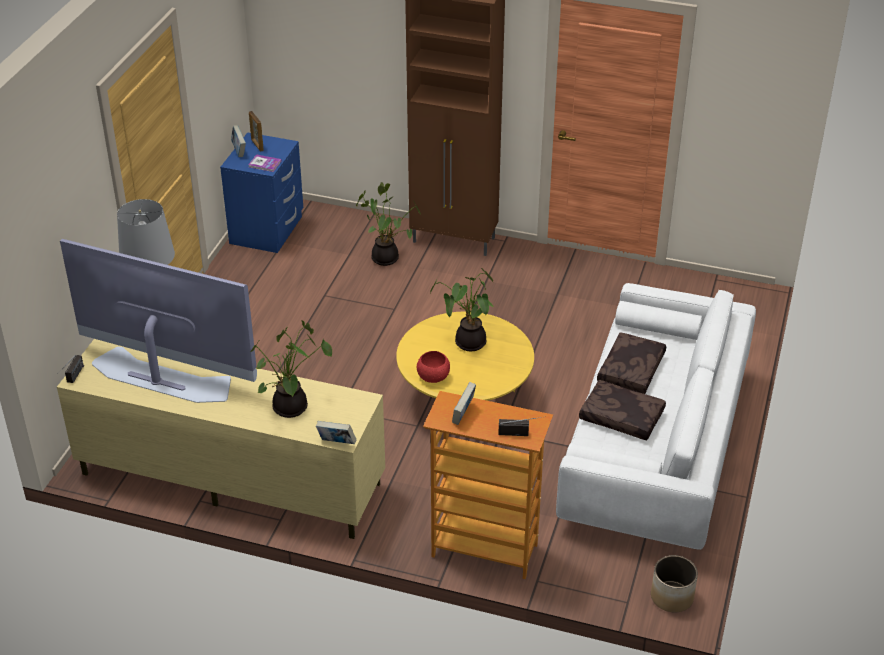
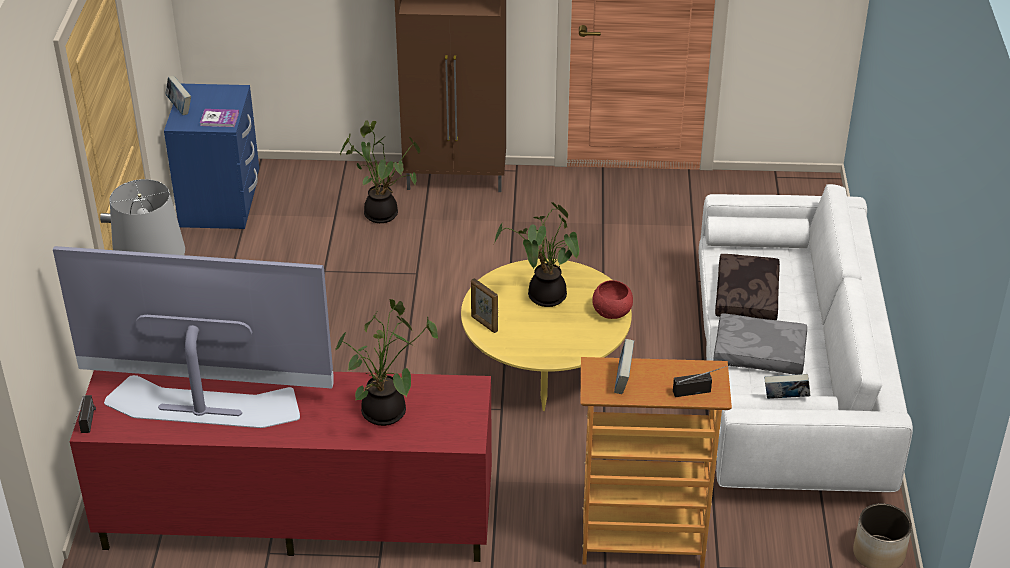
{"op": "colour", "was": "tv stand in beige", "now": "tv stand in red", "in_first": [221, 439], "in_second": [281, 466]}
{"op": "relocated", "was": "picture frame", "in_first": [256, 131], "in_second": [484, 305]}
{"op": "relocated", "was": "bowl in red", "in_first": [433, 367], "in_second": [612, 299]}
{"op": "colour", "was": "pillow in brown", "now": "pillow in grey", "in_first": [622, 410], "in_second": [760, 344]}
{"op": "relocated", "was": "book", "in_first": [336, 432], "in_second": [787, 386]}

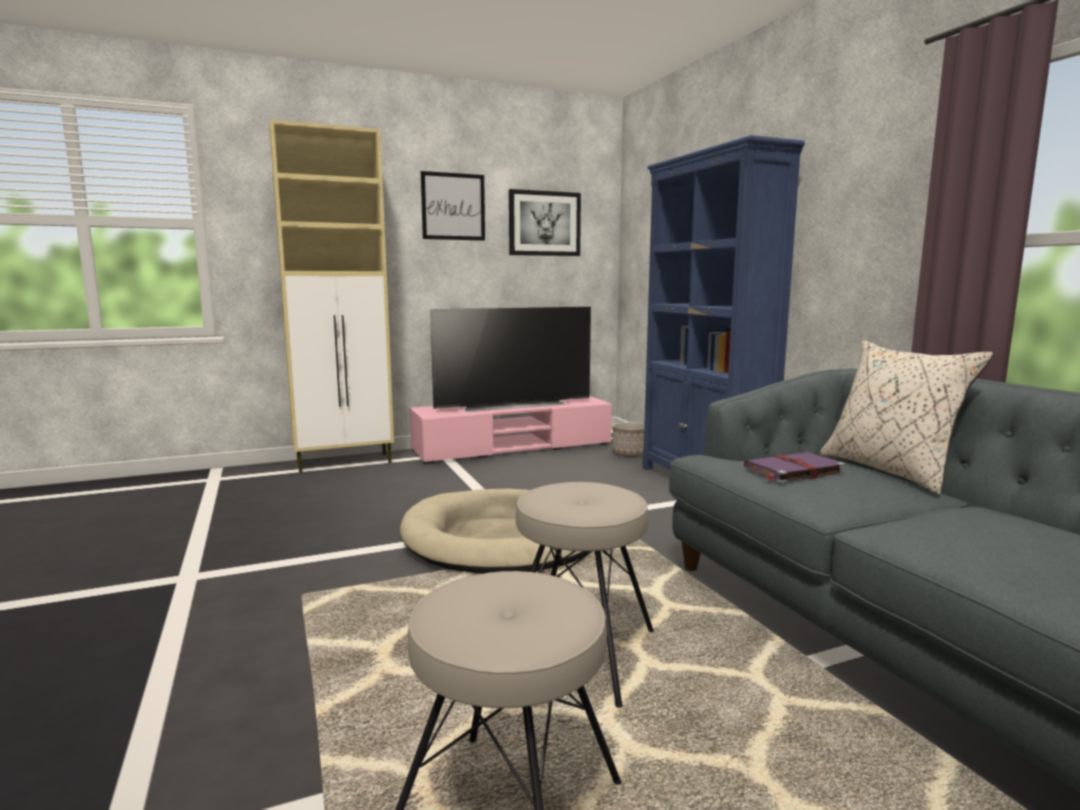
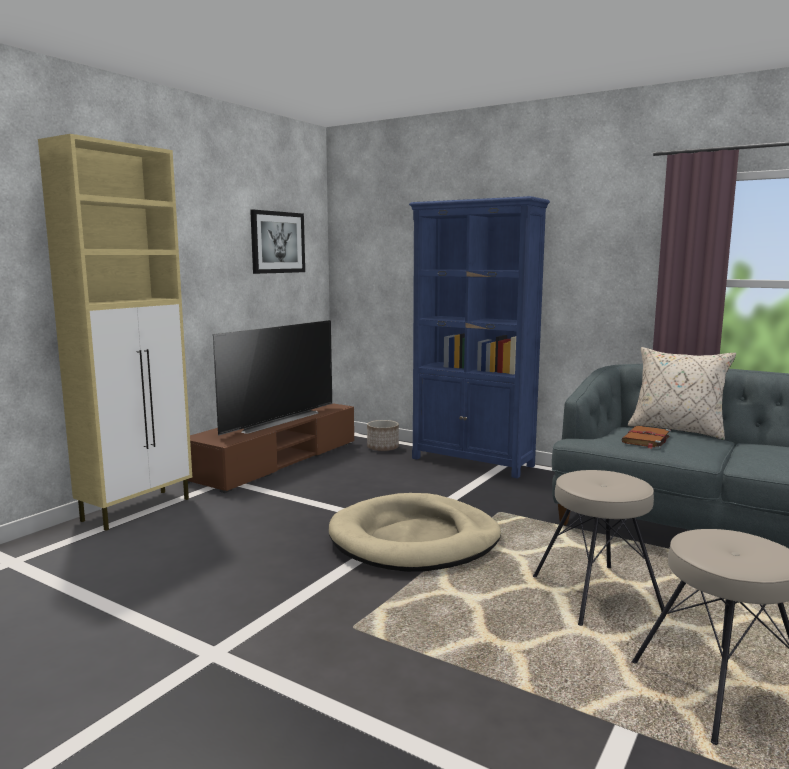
{"op": "colour", "was": "tv stand in pink", "now": "tv stand in brown", "in_first": [511, 430], "in_second": [271, 448]}
{"op": "colour", "was": "book in purple", "now": "book in brown", "in_first": [794, 467], "in_second": [646, 437]}
{"op": "missing", "was": "picture", "in_first": [453, 206]}

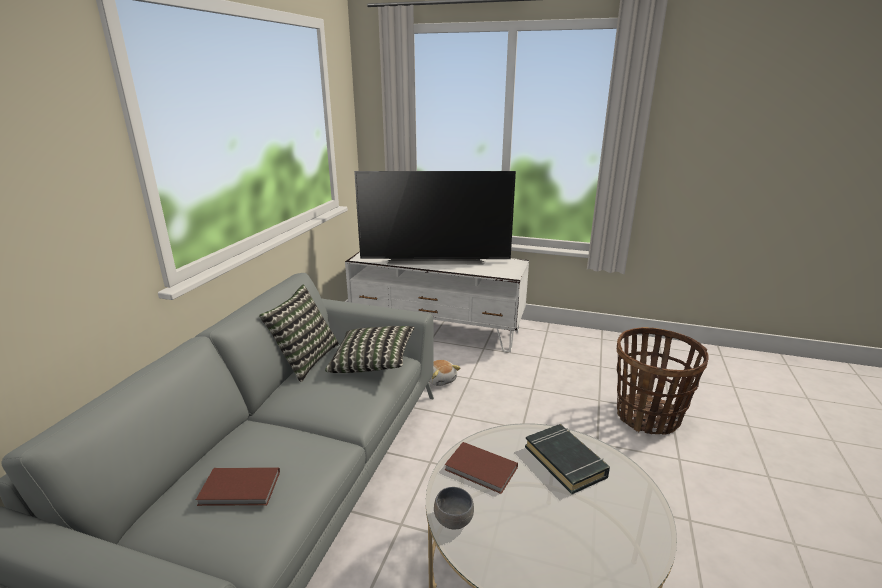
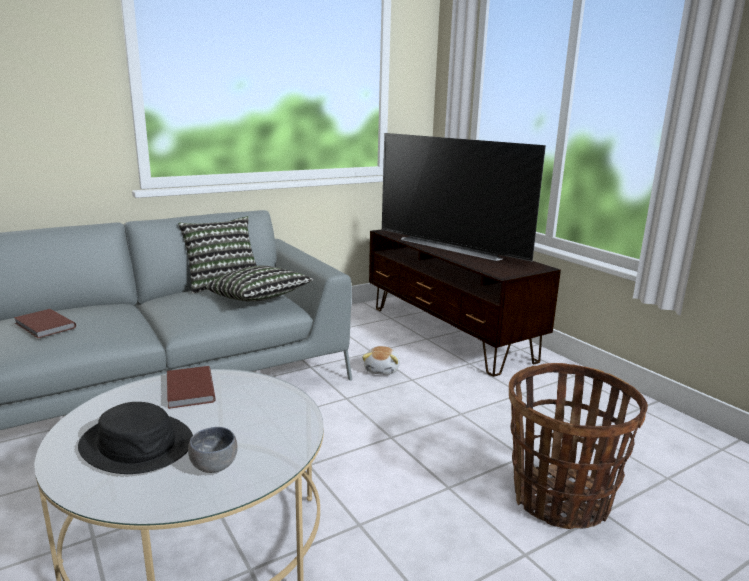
{"op": "appeared", "now": "hat in black", "in_second": [135, 438]}
{"op": "relocated", "was": "bowl in grey", "in_first": [454, 508], "in_second": [213, 450]}
{"op": "colour", "was": "tv stand in white", "now": "tv stand in brown", "in_first": [437, 302], "in_second": [465, 303]}
{"op": "missing", "was": "book in black", "in_first": [567, 459]}

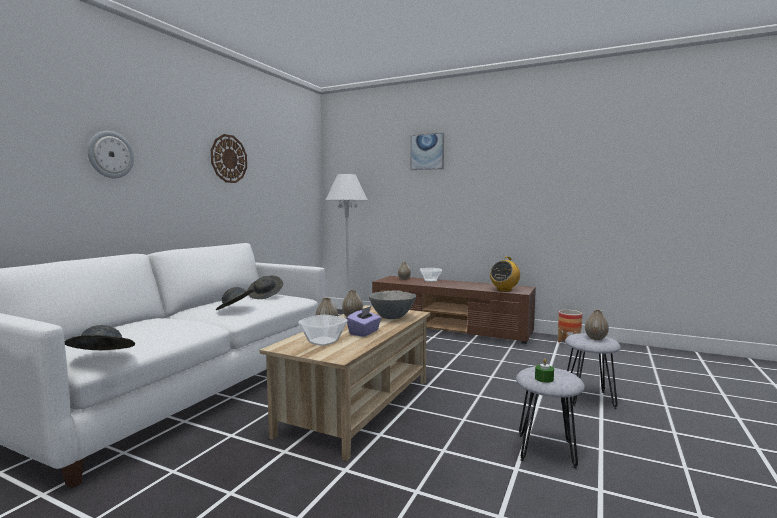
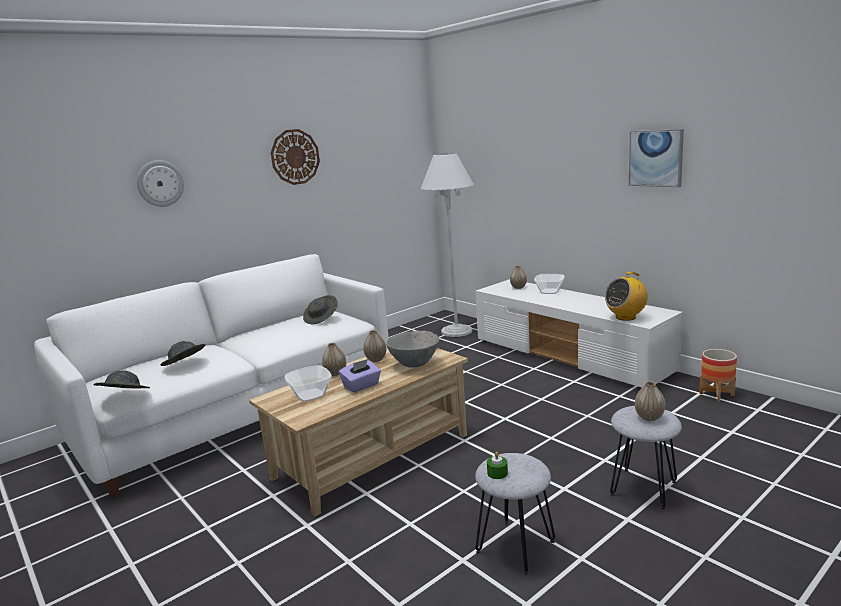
{"op": "relocated", "was": "hat in grey", "in_first": [235, 298], "in_second": [183, 353]}
{"op": "colour", "was": "tv stand in brown", "now": "tv stand in white", "in_first": [454, 310], "in_second": [579, 333]}
{"op": "relocated", "was": "picture", "in_first": [427, 151], "in_second": [656, 158]}

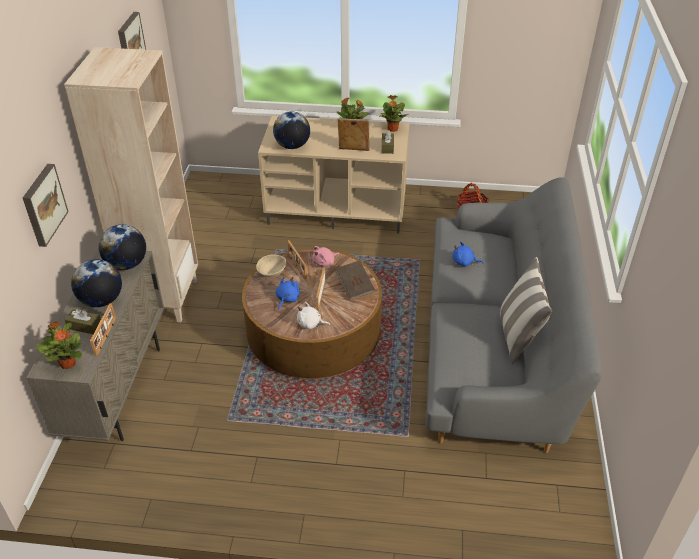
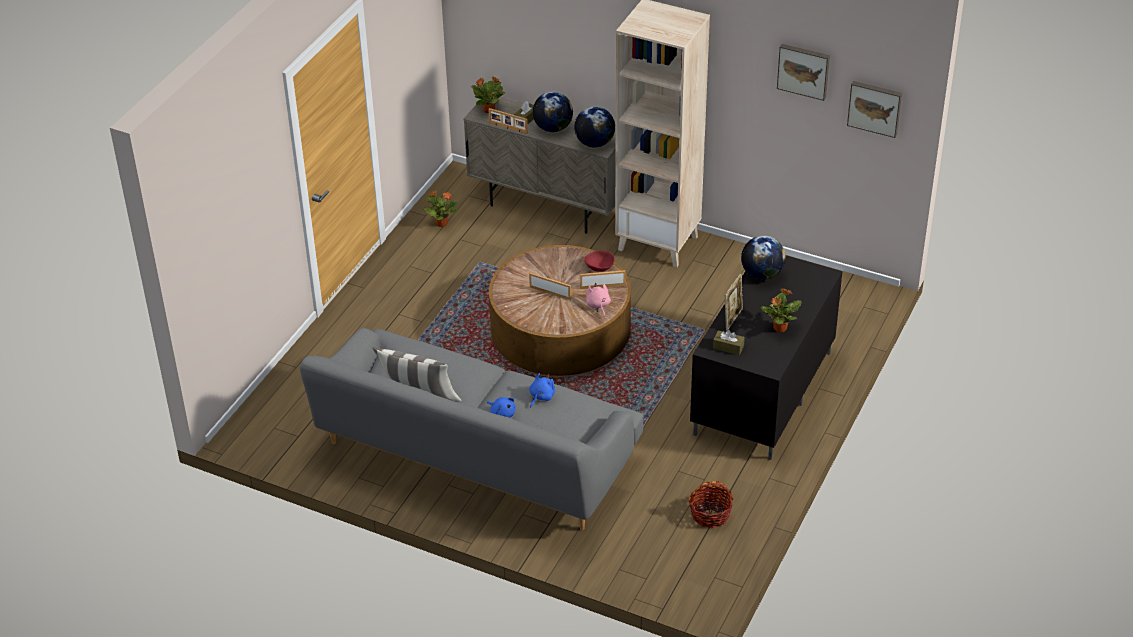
{"op": "relocated", "was": "potted plant", "in_first": [394, 113], "in_second": [440, 208]}
{"op": "relocated", "was": "plush toy in blue", "in_first": [287, 293], "in_second": [501, 407]}
{"op": "colour", "was": "bowl in beige", "now": "bowl in red", "in_first": [271, 266], "in_second": [600, 261]}
{"op": "colour", "was": "tv stand in beige", "now": "tv stand in black", "in_first": [333, 175], "in_second": [766, 357]}
{"op": "relocated", "was": "picture", "in_first": [46, 205], "in_second": [874, 109]}
{"op": "missing", "was": "plush toy in white", "in_first": [314, 315]}
{"op": "missing", "was": "book in brown", "in_first": [355, 280]}

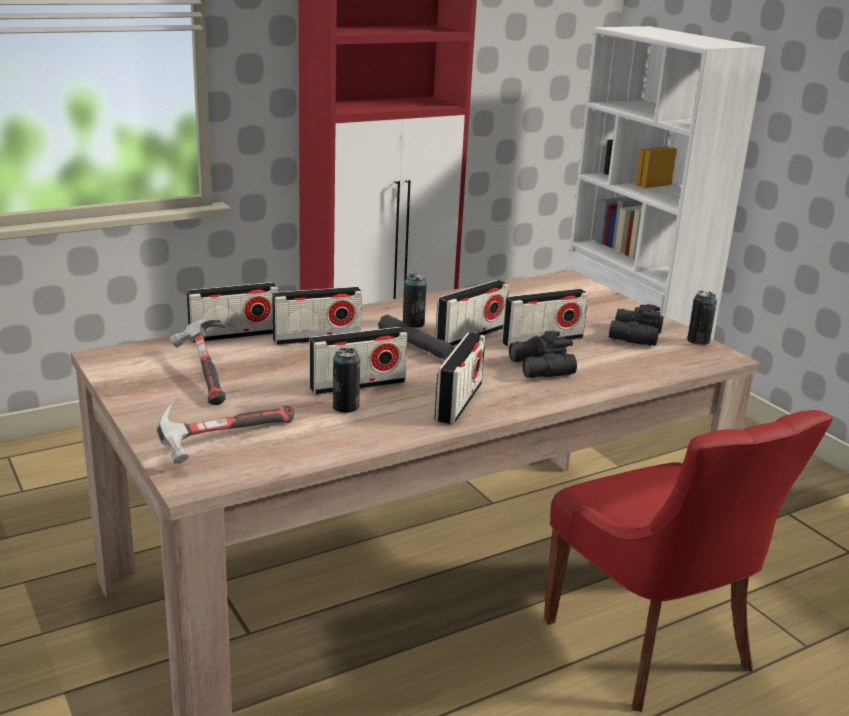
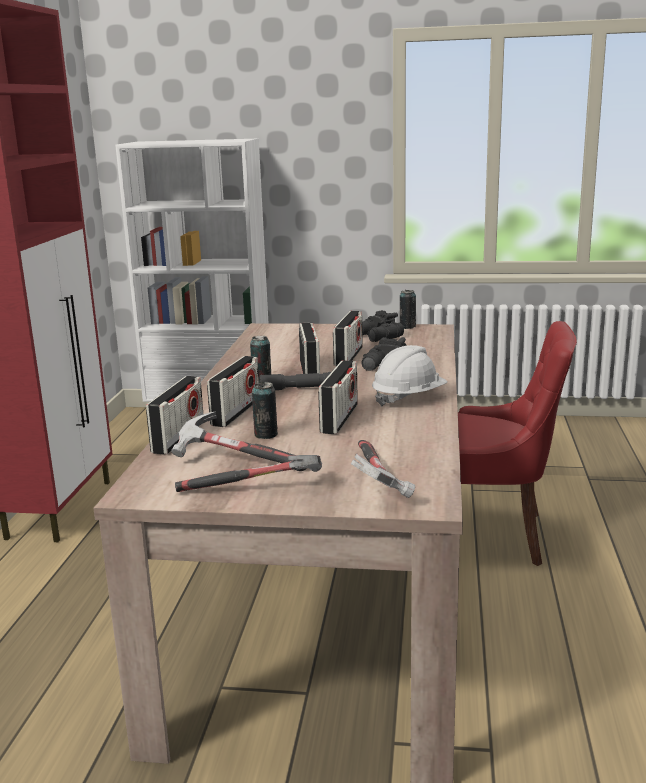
{"op": "appeared", "now": "hammer", "in_second": [248, 473]}
{"op": "relocated", "was": "can", "in_first": [346, 380], "in_second": [265, 410]}
{"op": "exchanged", "was": "radio", "now": "hard hat in white", "in_first": [460, 378], "in_second": [409, 375]}

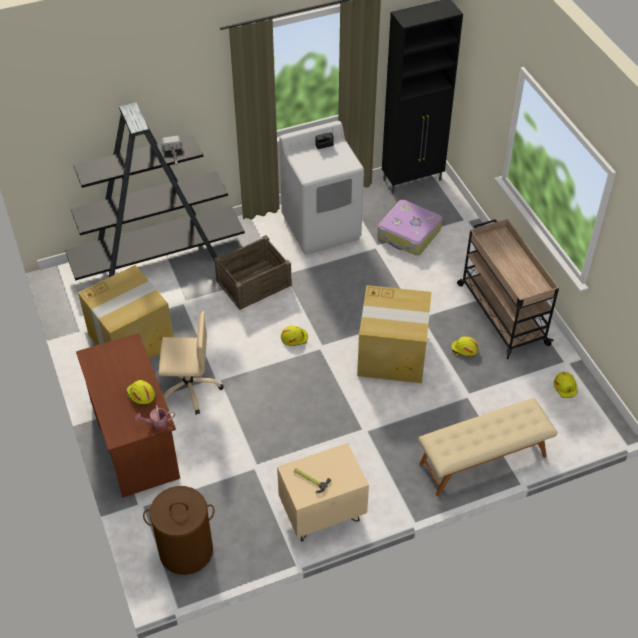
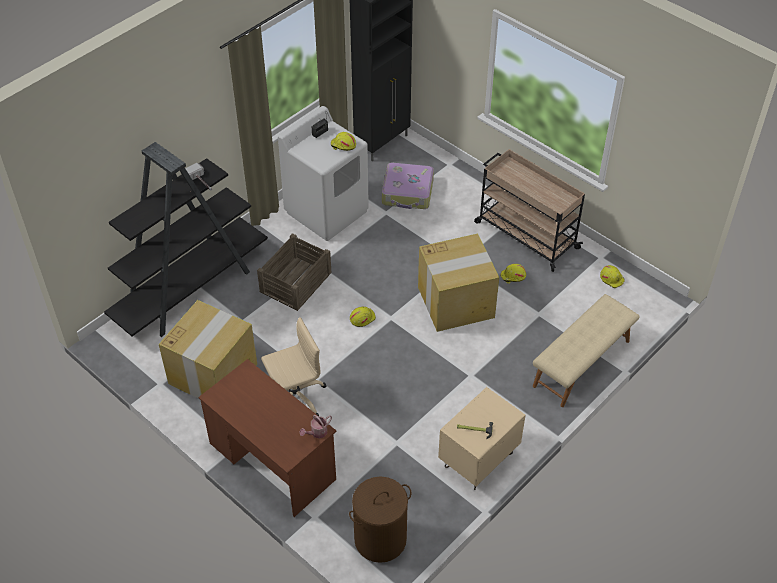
{"op": "relocated", "was": "hard hat in yellow", "in_first": [140, 392], "in_second": [343, 141]}

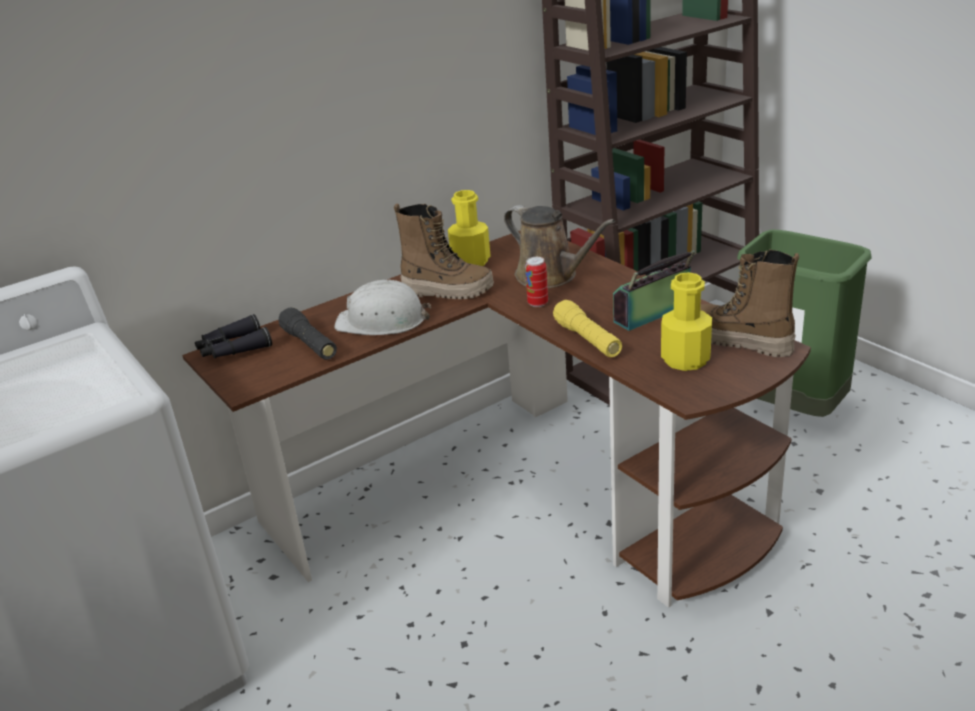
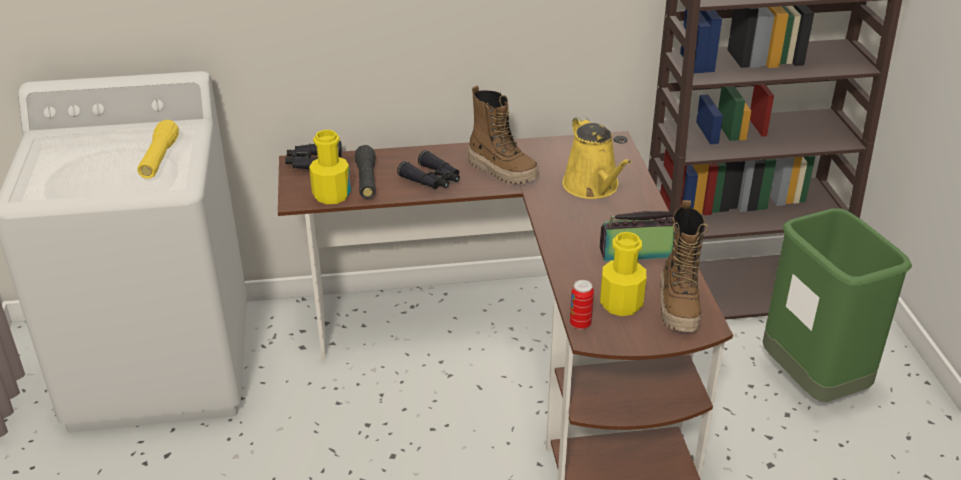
{"op": "relocated", "was": "flashlight in yellow", "in_first": [587, 328], "in_second": [158, 149]}
{"op": "relocated", "was": "bottle in yellow", "in_first": [469, 228], "in_second": [330, 167]}
{"op": "exchanged", "was": "hard hat in white", "now": "binoculars in black", "in_first": [382, 307], "in_second": [428, 169]}
{"op": "colour", "was": "watering can in brown", "now": "watering can in yellow", "in_first": [559, 246], "in_second": [597, 157]}
{"op": "relocated", "was": "can", "in_first": [536, 282], "in_second": [582, 305]}
{"op": "spun", "was": "boot", "in_first": [749, 303], "in_second": [684, 266], "clockwise": -150}

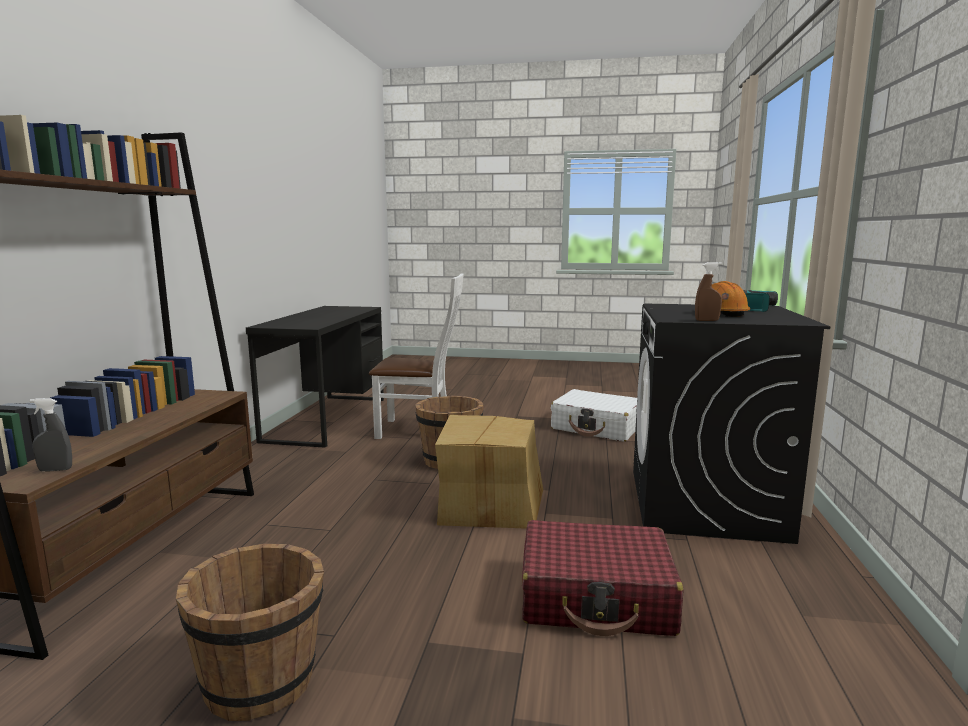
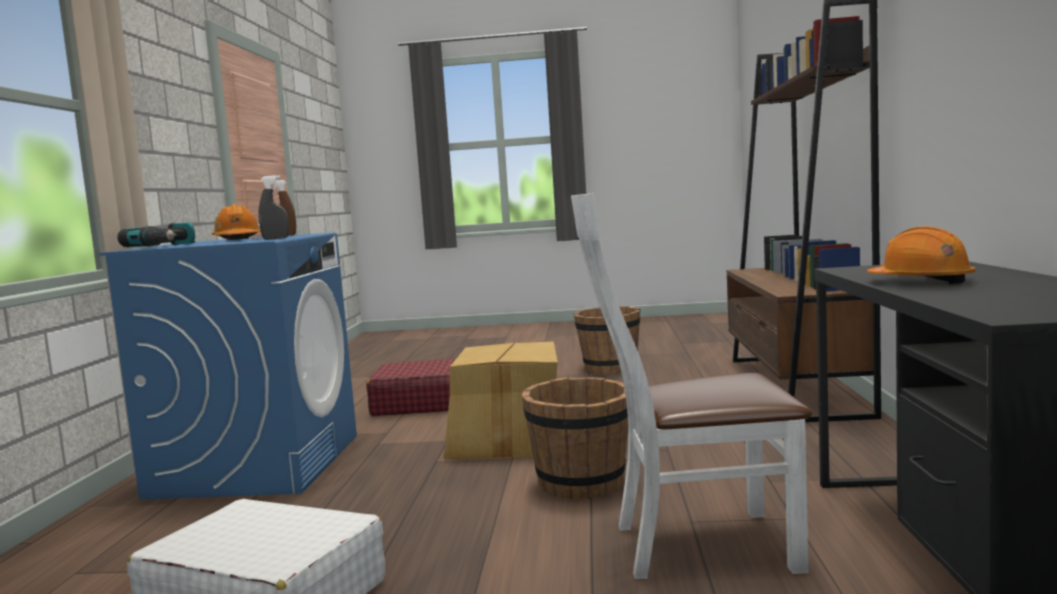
{"op": "colour", "was": "washing machine in black", "now": "washing machine in blue", "in_first": [732, 424], "in_second": [228, 366]}
{"op": "relocated", "was": "spray bottle in grey", "in_first": [51, 434], "in_second": [274, 207]}
{"op": "appeared", "now": "hard hat in orange", "in_second": [921, 255]}

